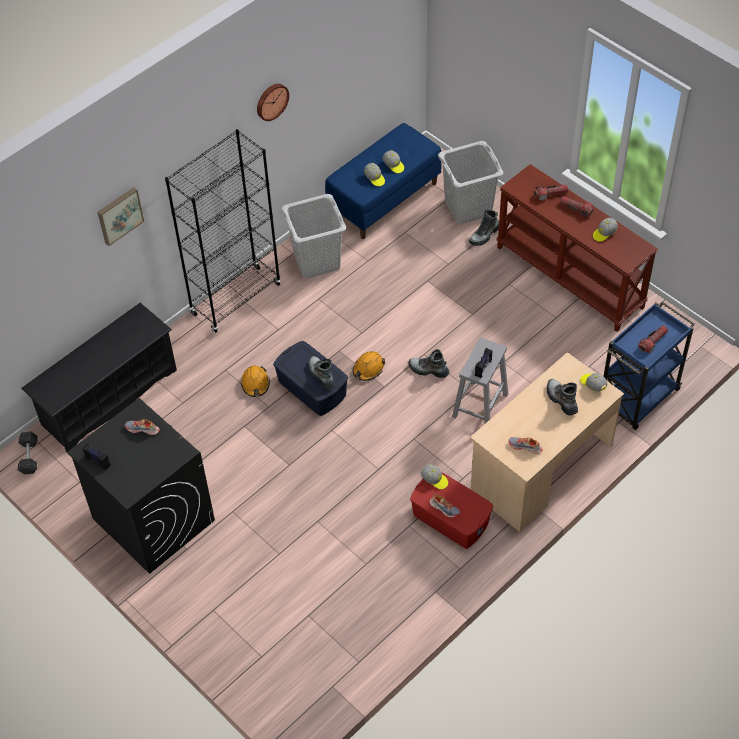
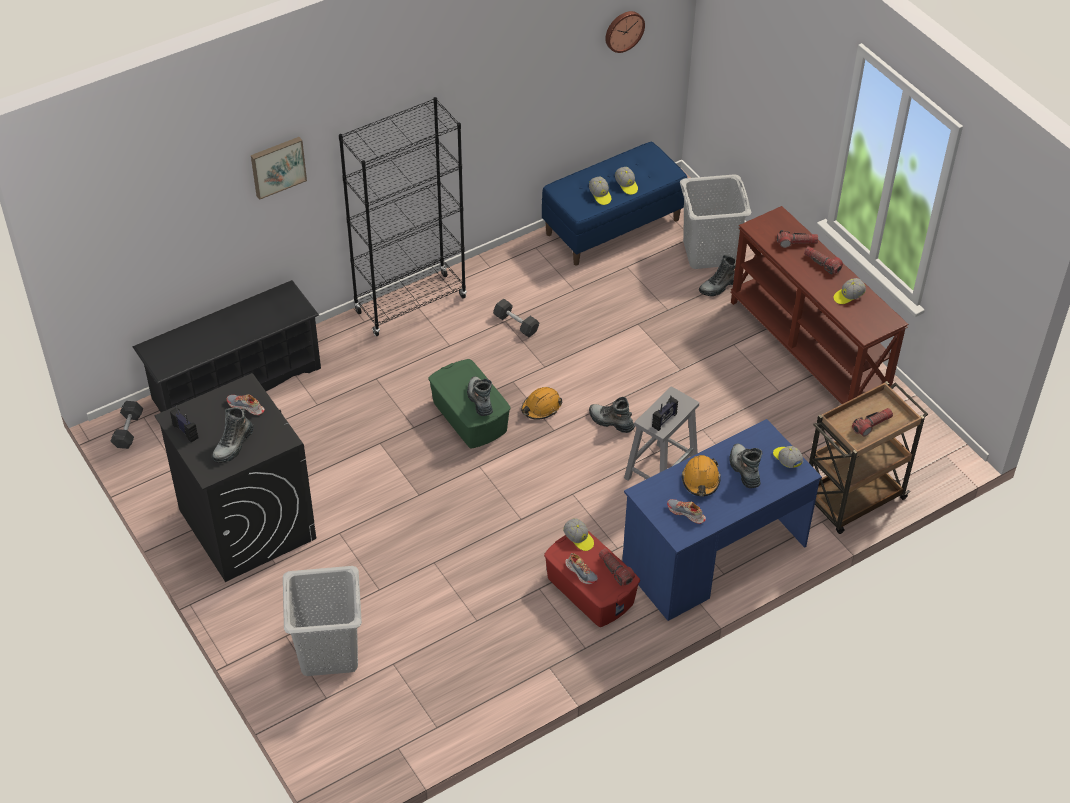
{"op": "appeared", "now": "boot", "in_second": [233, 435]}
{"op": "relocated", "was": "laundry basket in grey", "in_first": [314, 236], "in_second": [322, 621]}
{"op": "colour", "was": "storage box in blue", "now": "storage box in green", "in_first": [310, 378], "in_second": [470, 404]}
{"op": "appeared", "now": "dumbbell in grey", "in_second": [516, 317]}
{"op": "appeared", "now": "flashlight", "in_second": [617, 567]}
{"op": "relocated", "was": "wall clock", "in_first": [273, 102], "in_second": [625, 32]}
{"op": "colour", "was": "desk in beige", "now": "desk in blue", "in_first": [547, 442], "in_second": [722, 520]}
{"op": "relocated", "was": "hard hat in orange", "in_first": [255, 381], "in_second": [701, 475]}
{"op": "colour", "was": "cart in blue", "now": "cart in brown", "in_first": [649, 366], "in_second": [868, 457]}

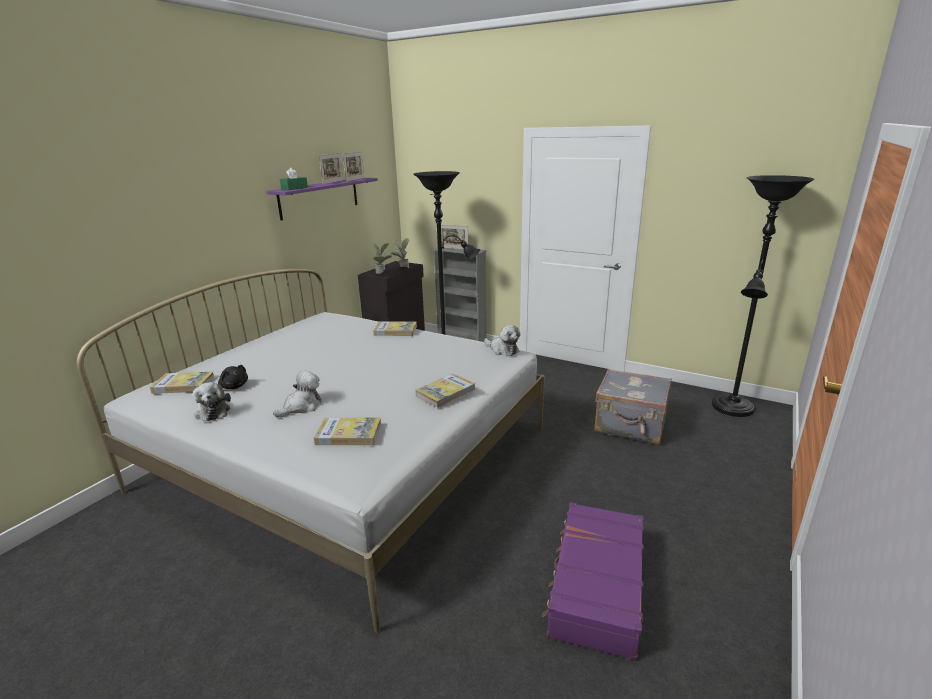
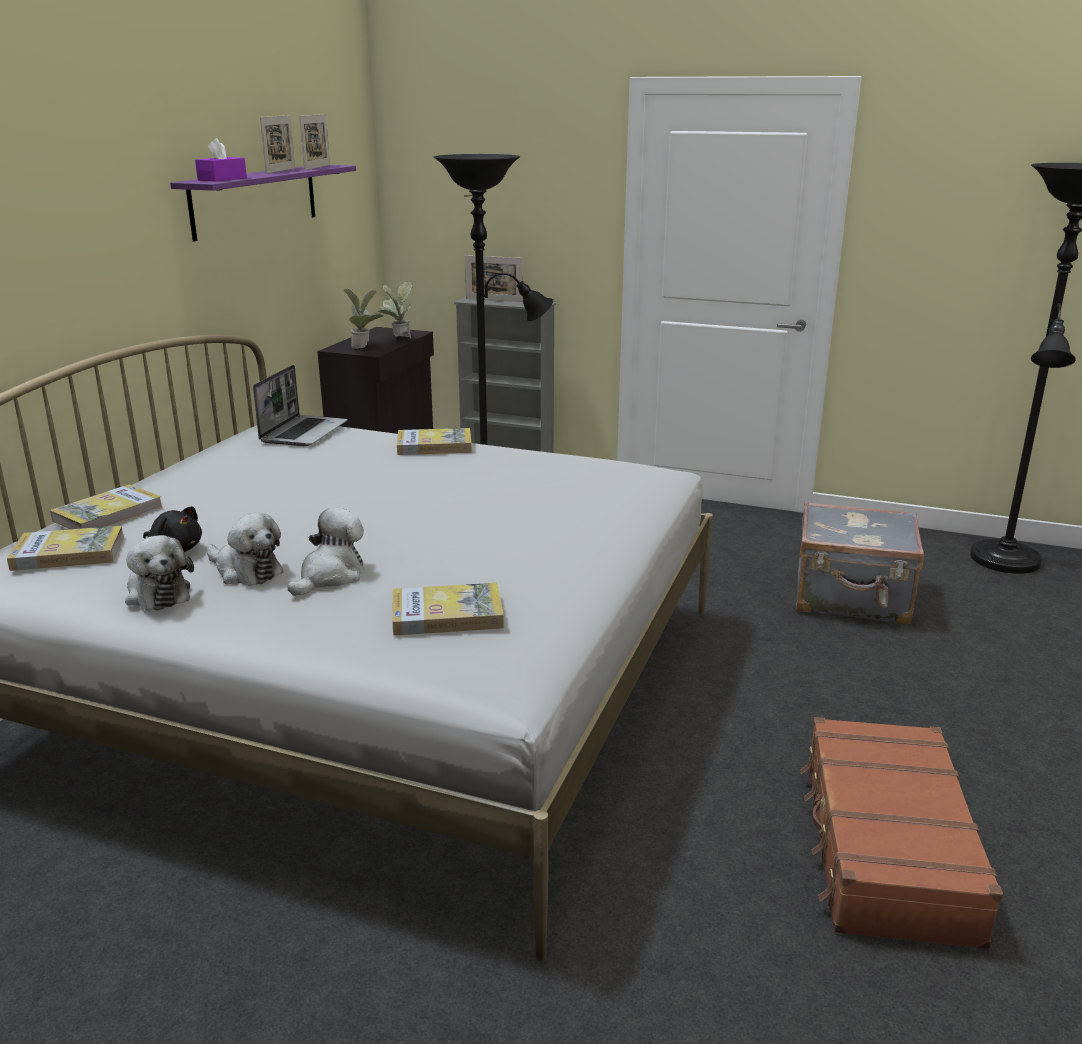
{"op": "relocated", "was": "book", "in_first": [446, 391], "in_second": [106, 506]}
{"op": "colour", "was": "tissue box in green", "now": "tissue box in purple", "in_first": [294, 179], "in_second": [221, 160]}
{"op": "relocated", "was": "plush toy", "in_first": [502, 340], "in_second": [245, 549]}
{"op": "appeared", "now": "laptop", "in_second": [300, 405]}
{"op": "colour", "was": "suitcase in purple", "now": "suitcase in brown", "in_first": [593, 581], "in_second": [901, 833]}

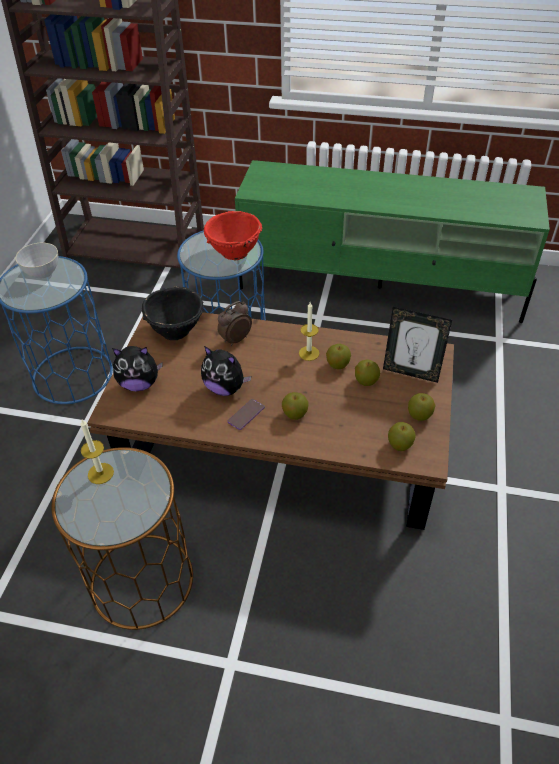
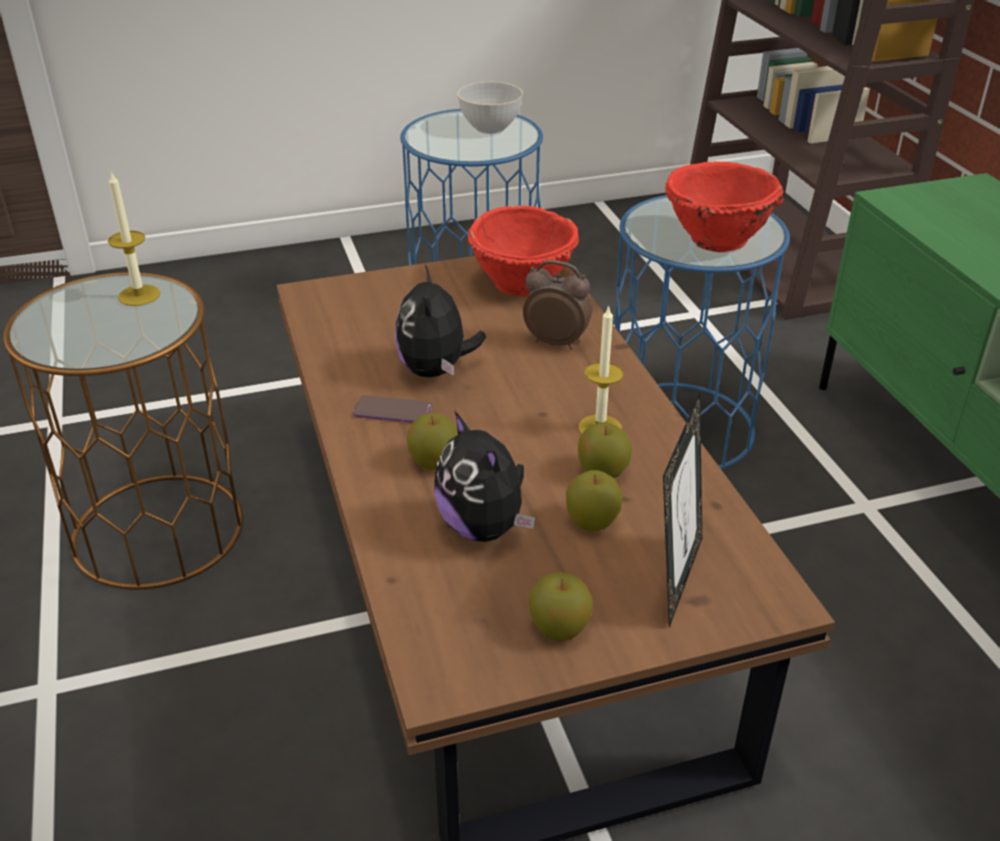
{"op": "relocated", "was": "plush toy", "in_first": [137, 368], "in_second": [484, 476]}
{"op": "colour", "was": "bowl in black", "now": "bowl in red", "in_first": [172, 313], "in_second": [523, 250]}
{"op": "spun", "was": "picture frame", "in_first": [417, 345], "in_second": [682, 510], "clockwise": -150}
{"op": "missing", "was": "apple", "in_first": [402, 436]}

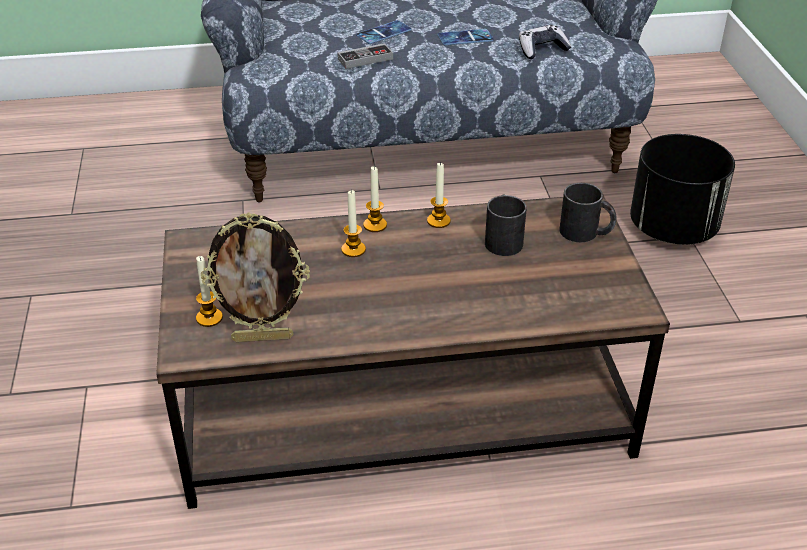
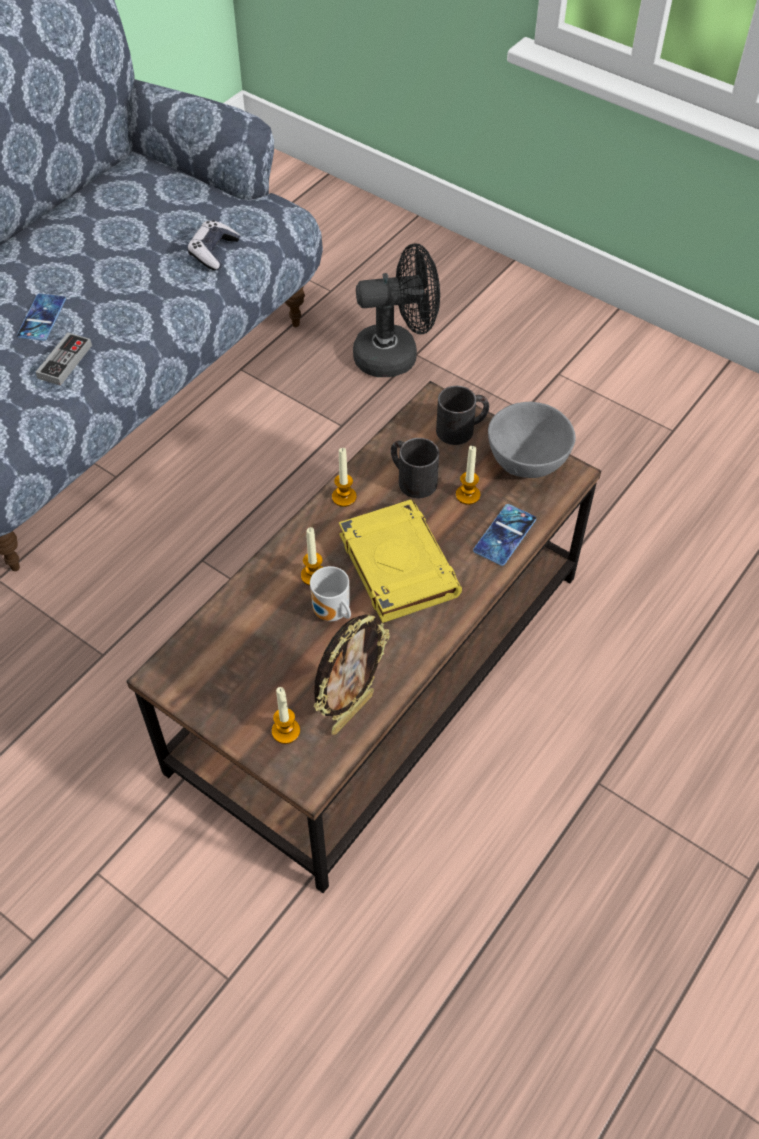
{"op": "appeared", "now": "mug", "in_second": [330, 593]}
{"op": "appeared", "now": "book in yellow", "in_second": [400, 561]}
{"op": "exchanged", "was": "planter in black", "now": "fan in black", "in_first": [682, 189], "in_second": [396, 310]}
{"op": "relocated", "was": "candle", "in_first": [375, 199], "in_second": [468, 475]}
{"op": "relocated", "was": "phone", "in_first": [466, 37], "in_second": [504, 535]}
{"op": "appeared", "now": "bowl in grey", "in_second": [532, 440]}

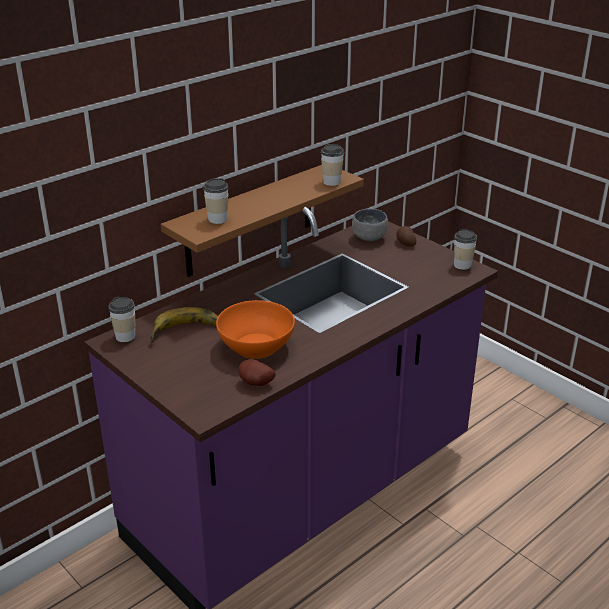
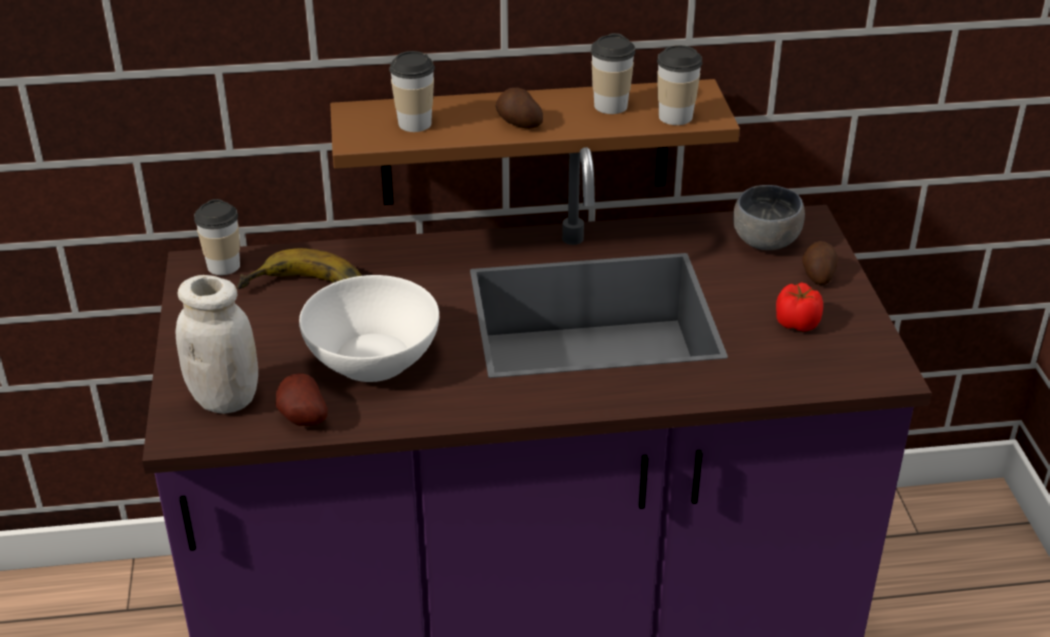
{"op": "appeared", "now": "jar in white", "in_second": [217, 344]}
{"op": "colour", "was": "bowl in orange", "now": "bowl in white", "in_first": [255, 329], "in_second": [369, 328]}
{"op": "appeared", "now": "potato", "in_second": [519, 108]}
{"op": "relocated", "was": "cup", "in_first": [465, 249], "in_second": [613, 73]}
{"op": "appeared", "now": "tomato", "in_second": [799, 307]}

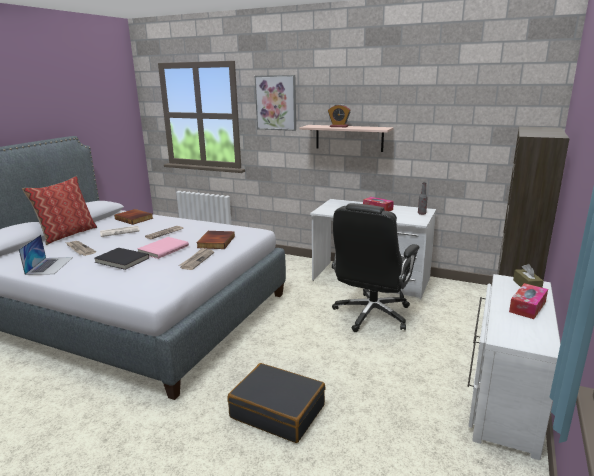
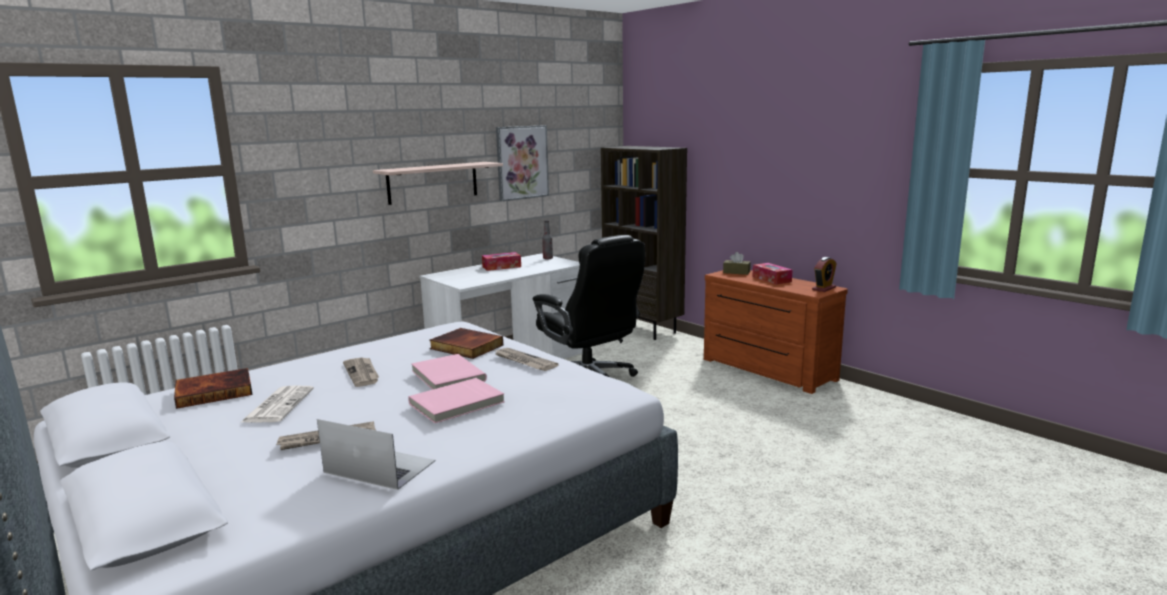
{"op": "colour", "was": "book in black", "now": "book in pink", "in_first": [122, 259], "in_second": [456, 400]}
{"op": "relocated", "was": "picture", "in_first": [275, 103], "in_second": [522, 163]}
{"op": "colour", "was": "dresser in white", "now": "dresser in brown", "in_first": [514, 367], "in_second": [776, 332]}
{"op": "relocated", "was": "alarm clock", "in_first": [339, 115], "in_second": [824, 274]}
{"op": "missing", "was": "pillow", "in_first": [59, 210]}
{"op": "missing", "was": "suitcase in black", "in_first": [276, 403]}

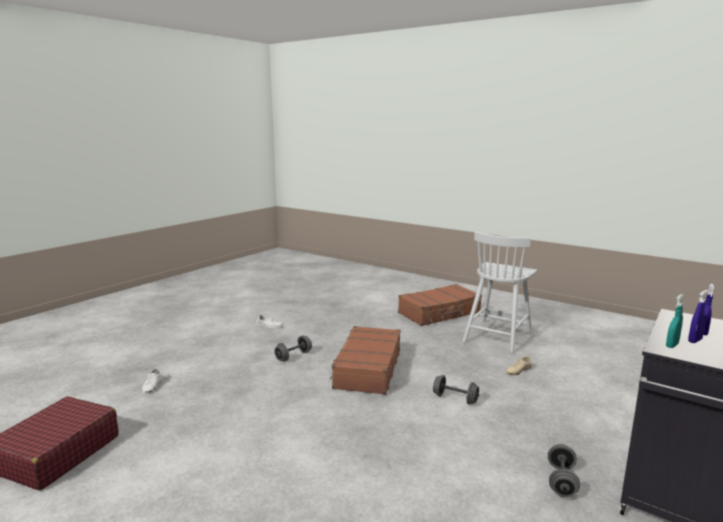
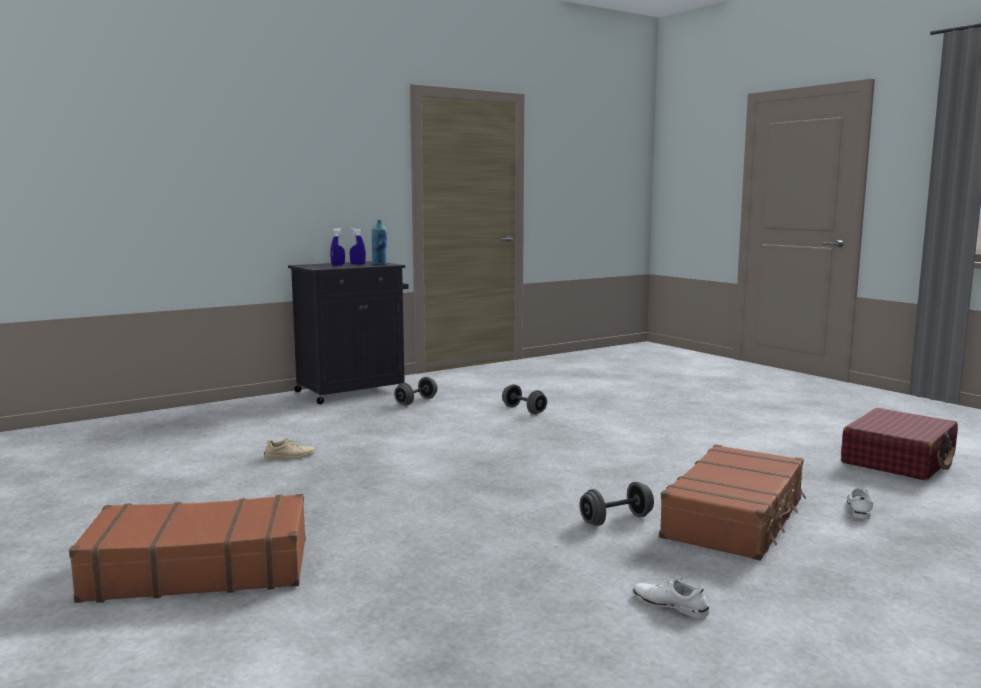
{"op": "exchanged", "was": "spray bottle in turquoise", "now": "bottle in blue", "in_first": [675, 321], "in_second": [379, 242]}
{"op": "relocated", "was": "dumbbell in grey", "in_first": [456, 389], "in_second": [524, 399]}
{"op": "relocated", "was": "suitcase in brown", "in_first": [365, 360], "in_second": [732, 502]}
{"op": "missing", "was": "chair in white", "in_first": [499, 292]}

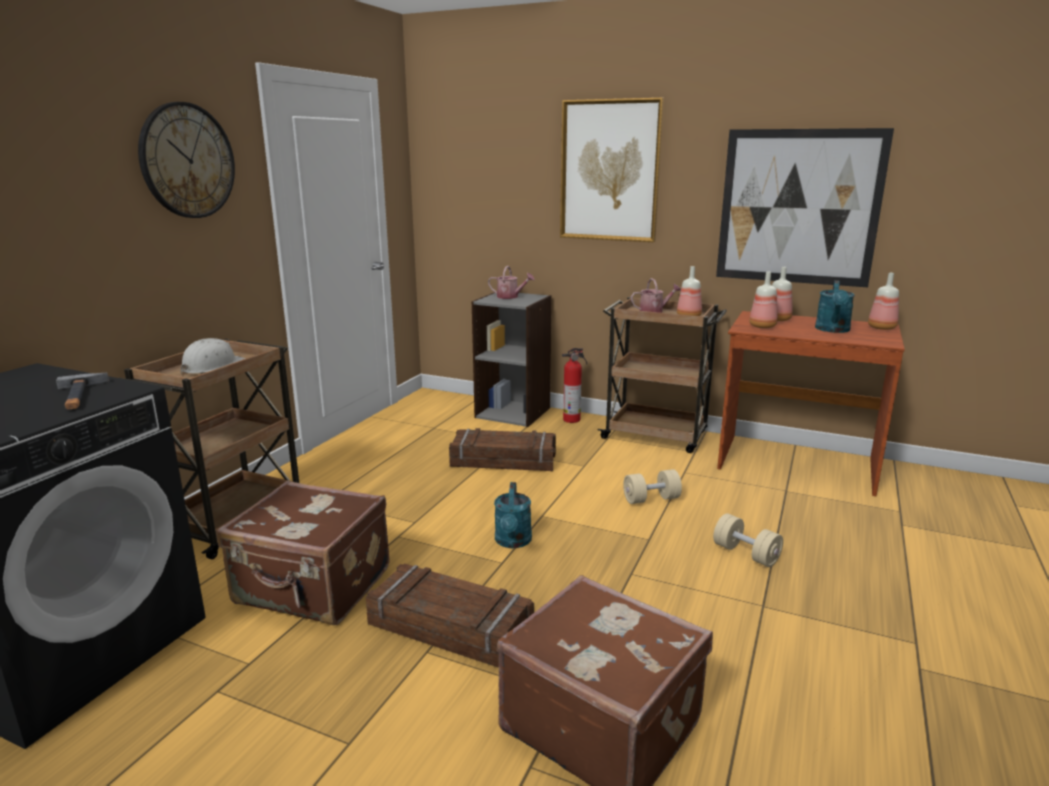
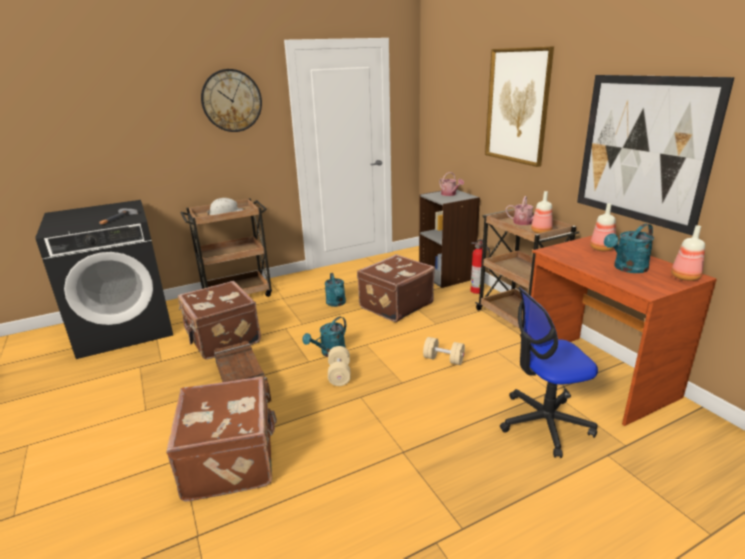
{"op": "appeared", "now": "watering can in turquoise", "in_second": [335, 290]}
{"op": "relocated", "was": "dumbbell in beige", "in_first": [748, 540], "in_second": [339, 366]}
{"op": "exchanged", "was": "crate", "now": "suitcase in brown", "in_first": [502, 449], "in_second": [396, 288]}
{"op": "appeared", "now": "office chair", "in_second": [549, 372]}
{"op": "missing", "was": "bottle", "in_first": [763, 300]}

